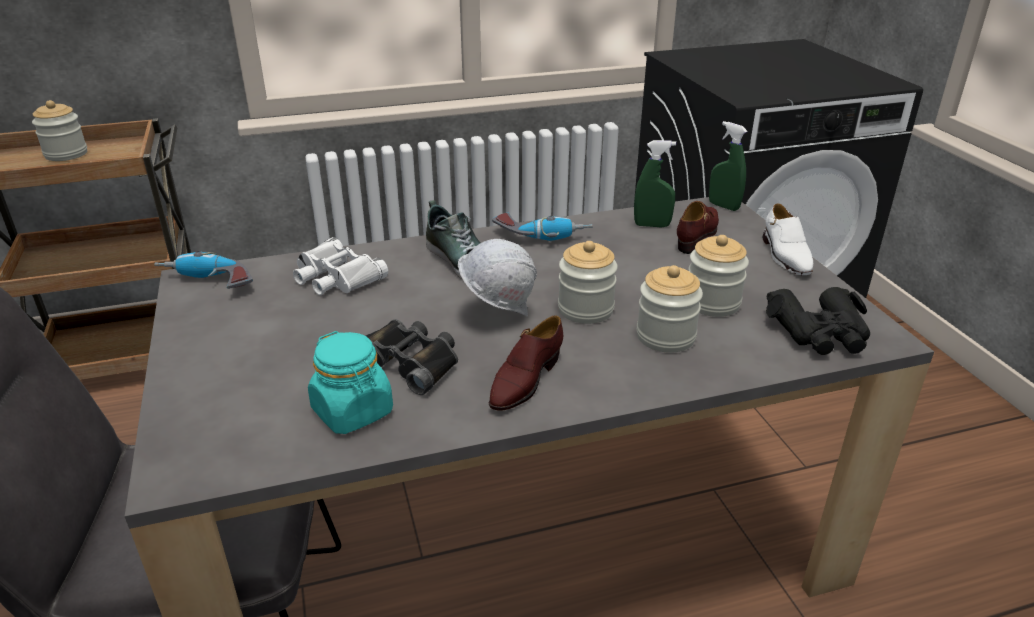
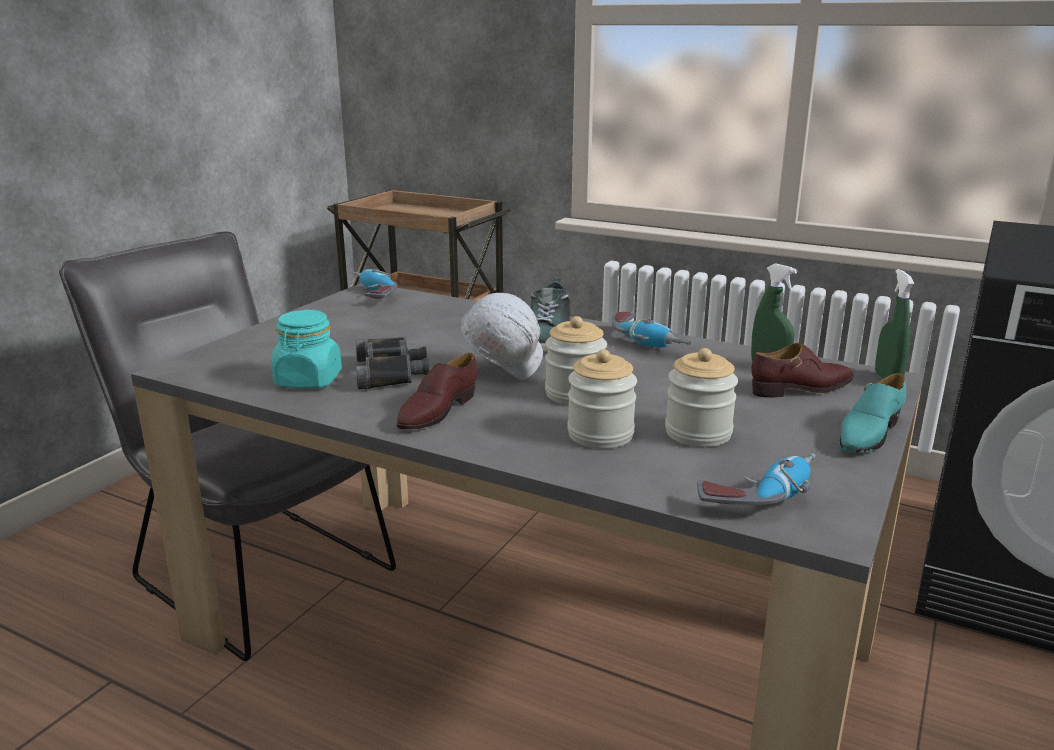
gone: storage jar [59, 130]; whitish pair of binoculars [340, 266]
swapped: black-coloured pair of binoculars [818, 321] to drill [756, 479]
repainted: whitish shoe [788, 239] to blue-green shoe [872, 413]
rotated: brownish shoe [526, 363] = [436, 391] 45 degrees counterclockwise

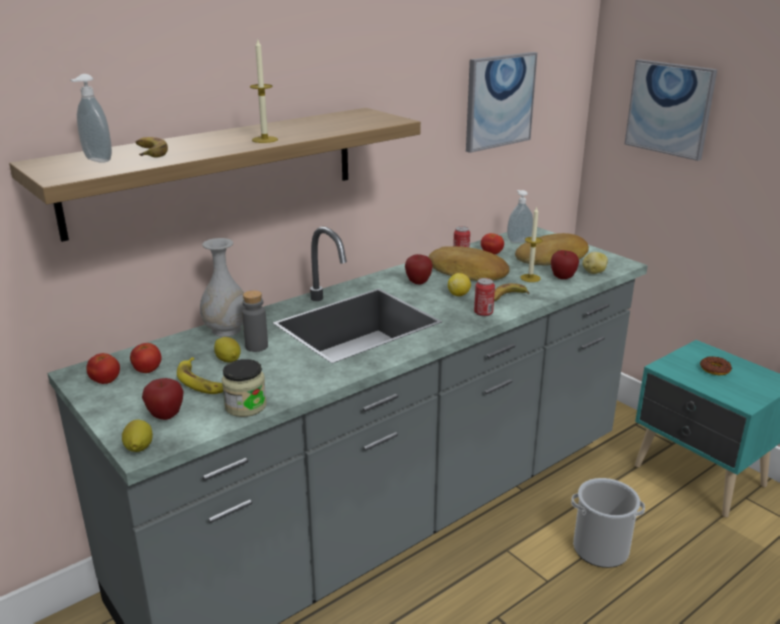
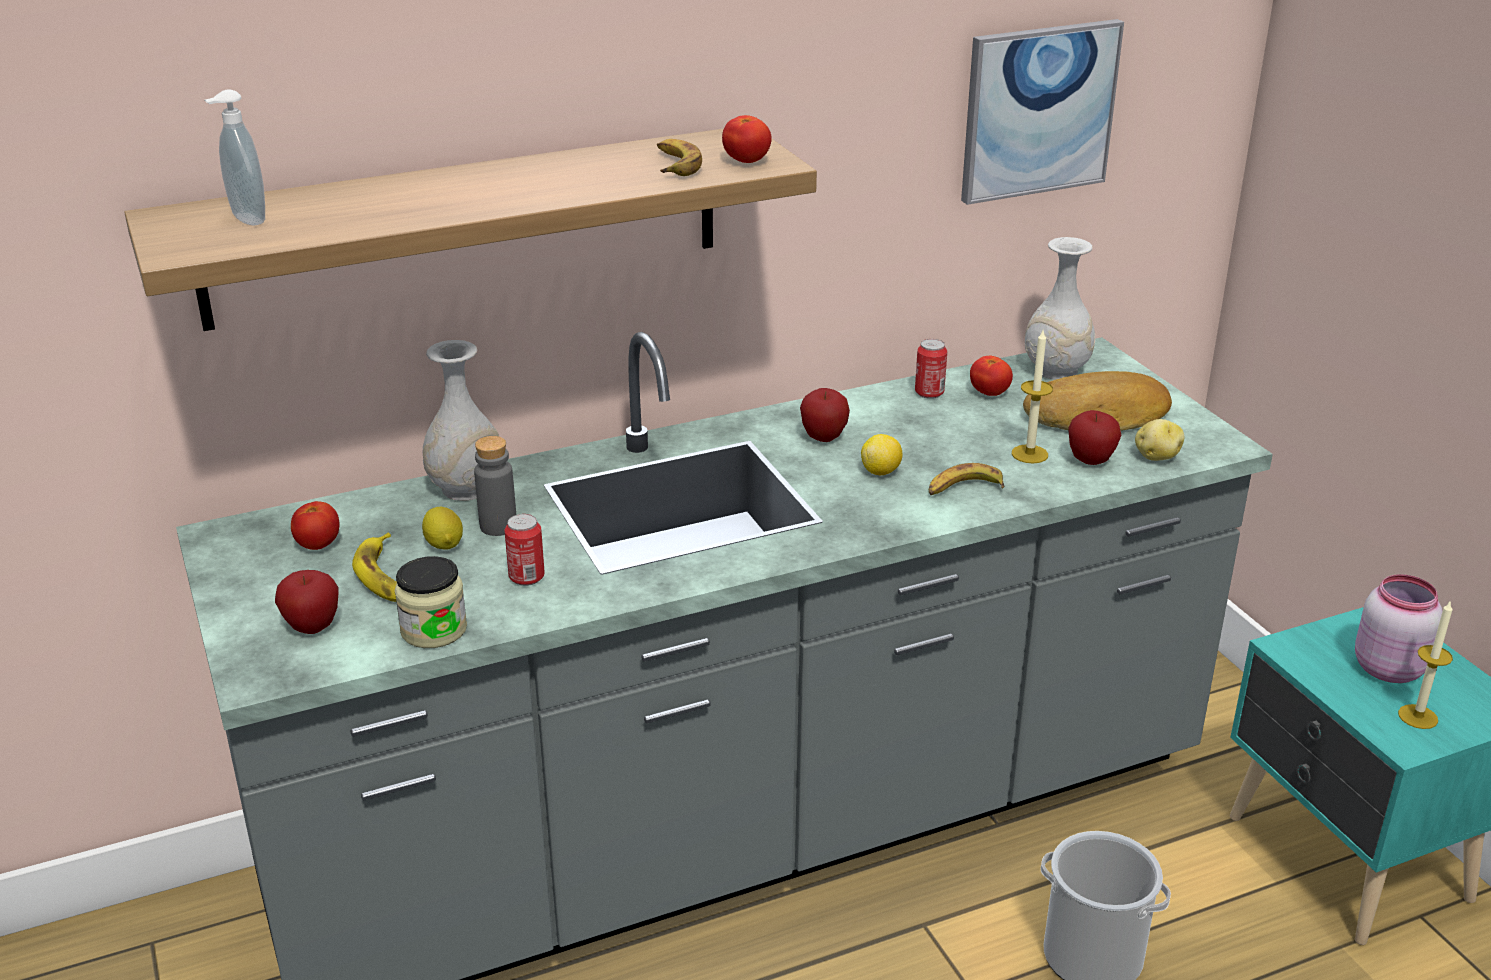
gone: citrus fruit [137, 436]; baked bread [469, 263]; wall picture [671, 110]
shifted: fresh tomato [103, 368] to [747, 139]; banana fruit [152, 147] to [679, 157]; candle [264, 91] to [1425, 664]; sealed can [484, 297] to [524, 550]
swapped: soap dispenser [520, 216] to whitish flower vase [1060, 308]; donut [716, 365] to pink-coloured storage jar [1399, 628]

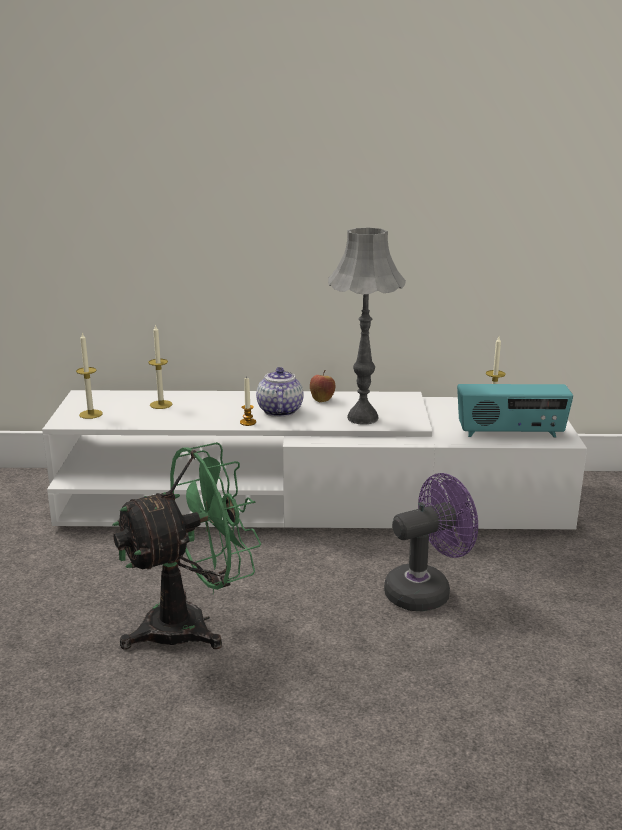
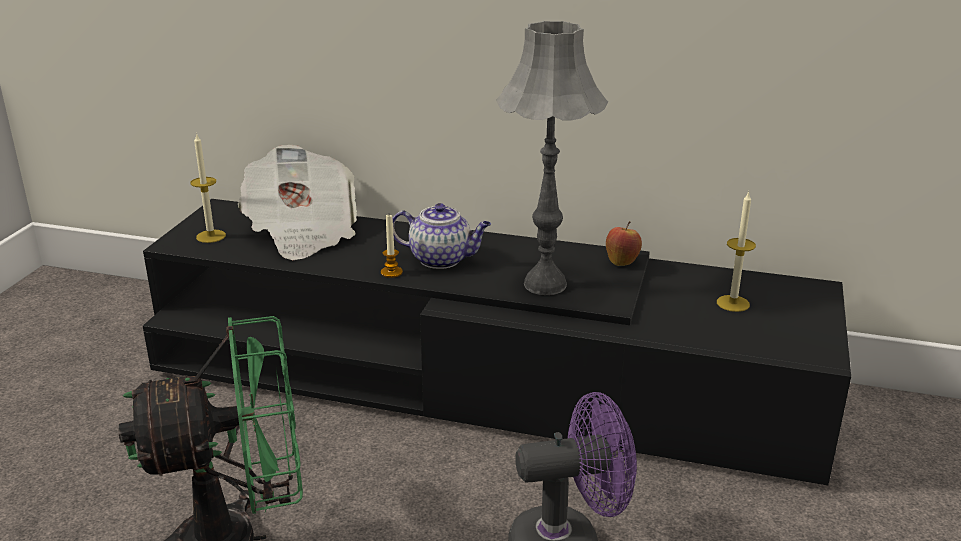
gone: radio [515, 410]
shifted: whole apple [322, 386] to [624, 243]
swapped: candle [160, 366] to printed paper [297, 202]
repainted: whitish tv stand [314, 459] to black-coloured tv stand [497, 342]
rotated: teapot [280, 392] = [441, 236] 90 degrees clockwise

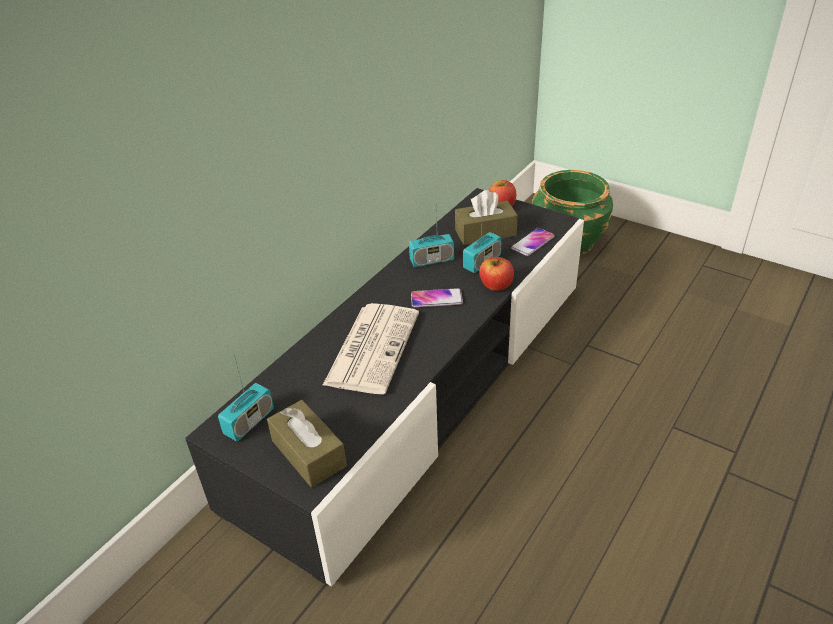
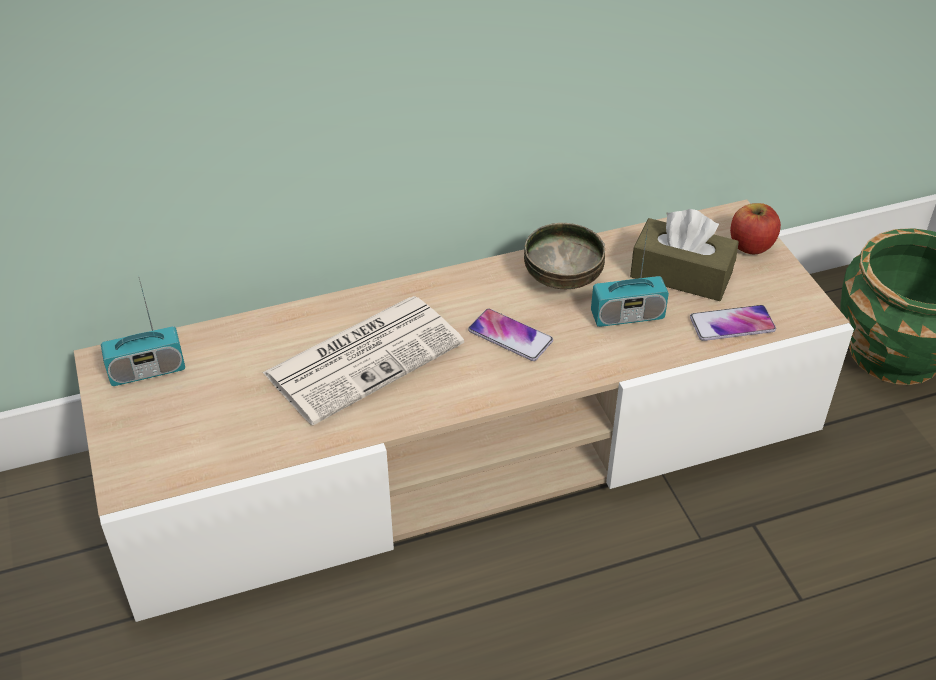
gone: brownish tissue holder [307, 444]; whole apple [496, 274]
swapped: radio [431, 237] to bowl [564, 256]
repainted: black-coloured tv stand [384, 387] to beige-coloured tv stand [464, 410]

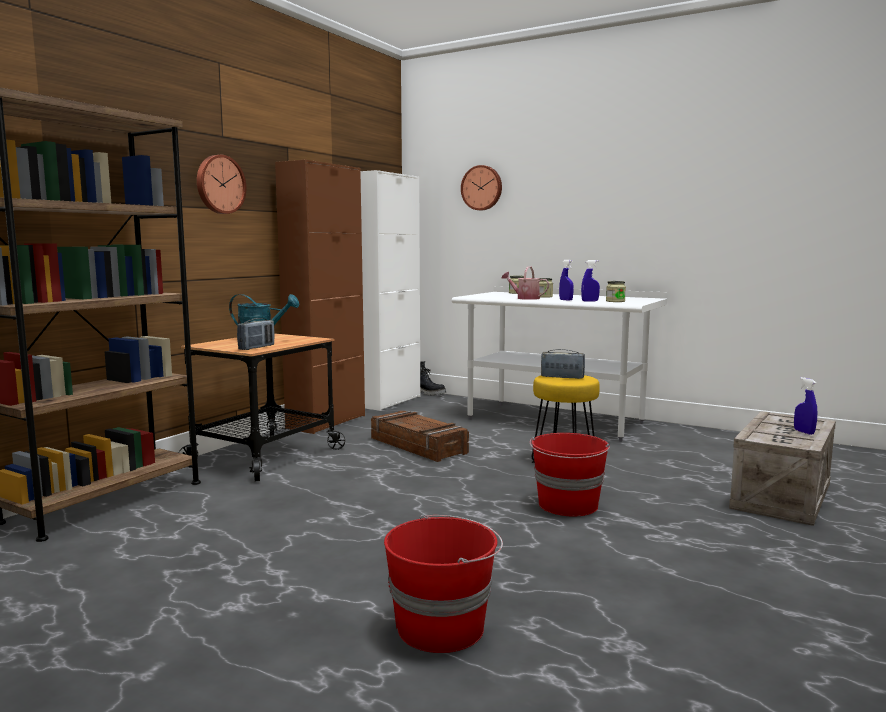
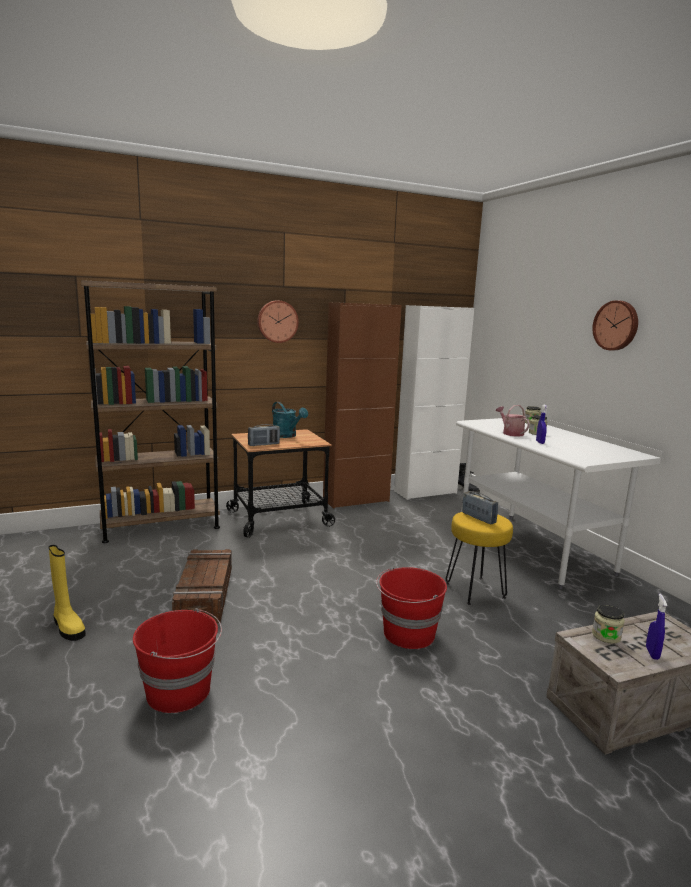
gone: blue-coloured spray bottle [590, 281]
new: yellowish high-top boot [67, 593]
shifted: crate [420, 436] to [202, 586]; clock on the wall [481, 188] to [615, 325]; storage jar [616, 291] to [608, 624]

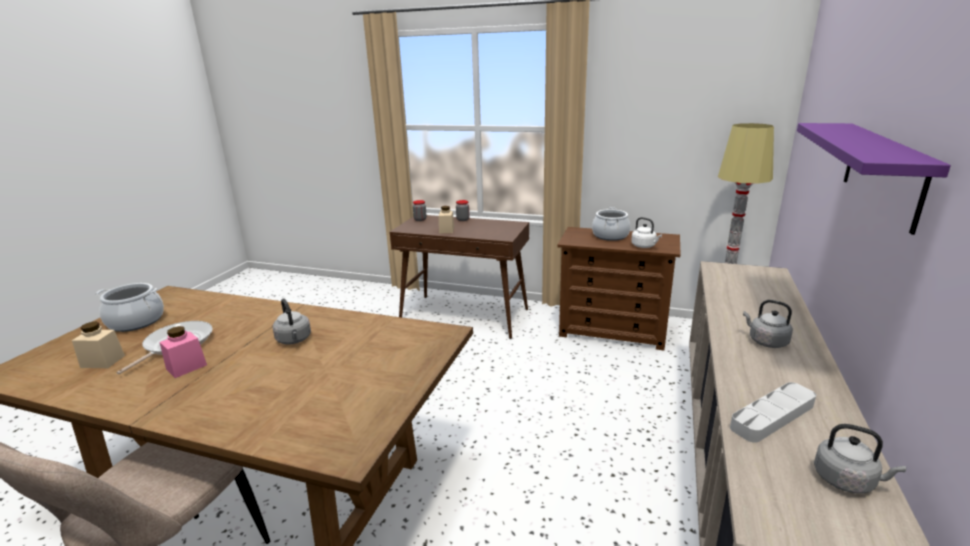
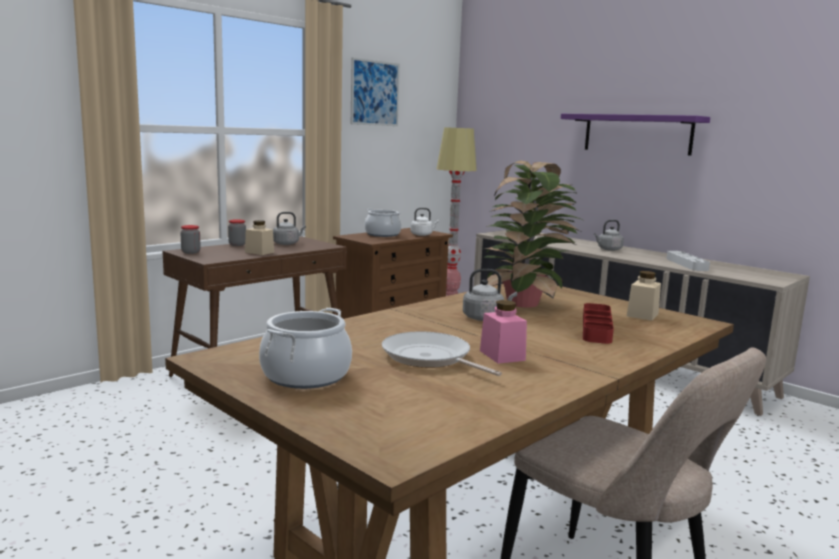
new: wall picture [375, 91]; houseplant [534, 234]; reddish carrying tray [598, 323]
shifted: beige-coloured storage jar [98, 344] to [644, 296]; grey tea kettle [860, 458] to [289, 228]

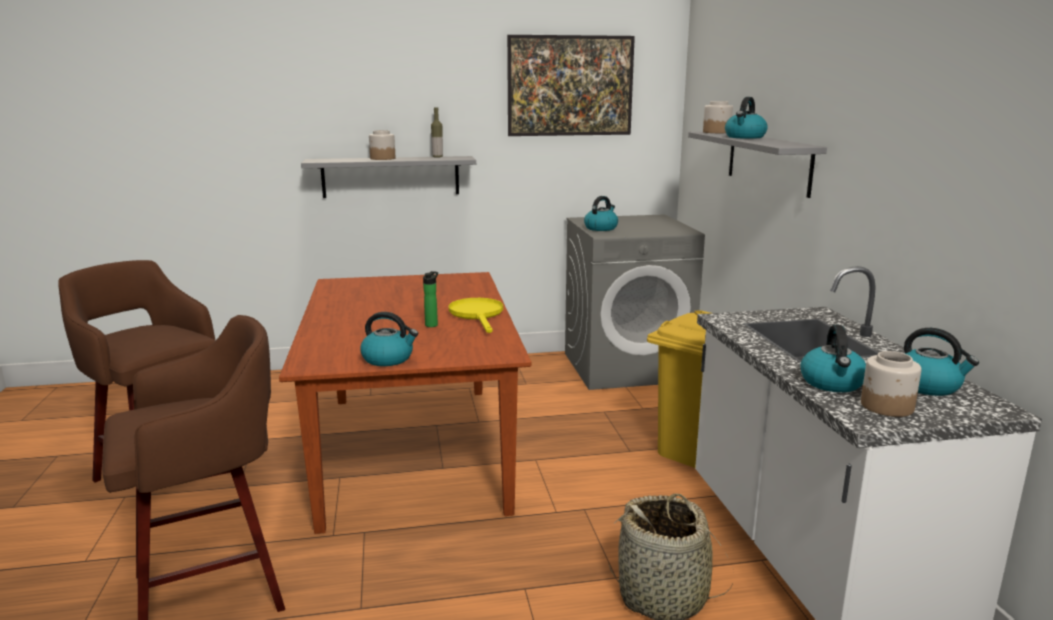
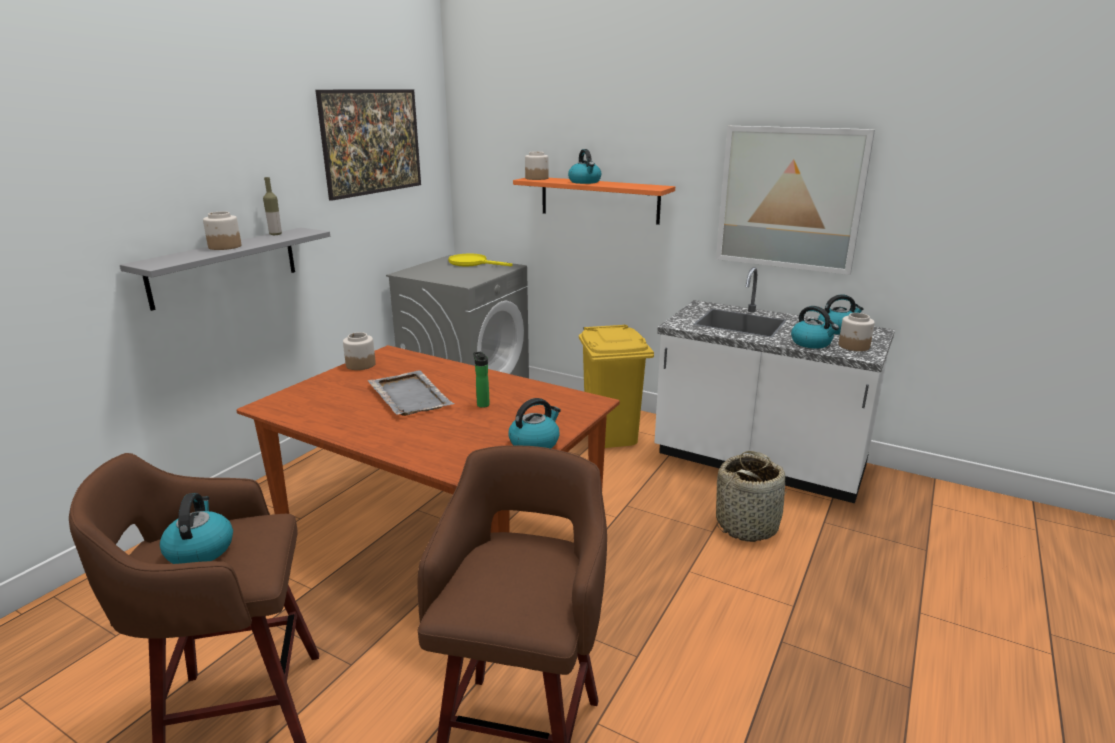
new: storage jar [359, 351]; grey carrying tray [411, 393]; wall picture [795, 200]
shifted: yellowish skillet [476, 315] to [480, 260]; tea kettle [601, 213] to [196, 528]
repainted: grey bracket shelf [757, 165] to orange bracket shelf [594, 201]

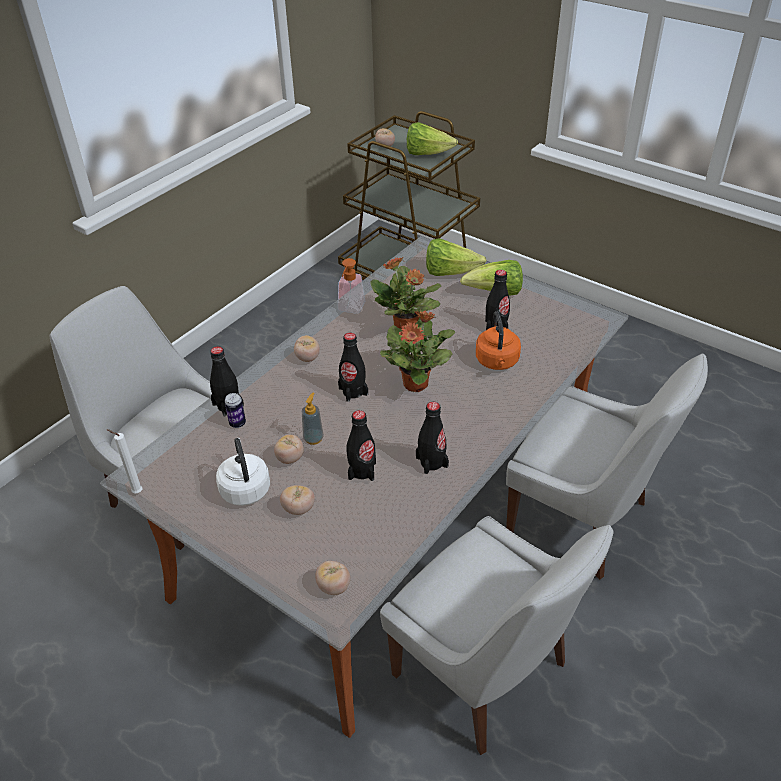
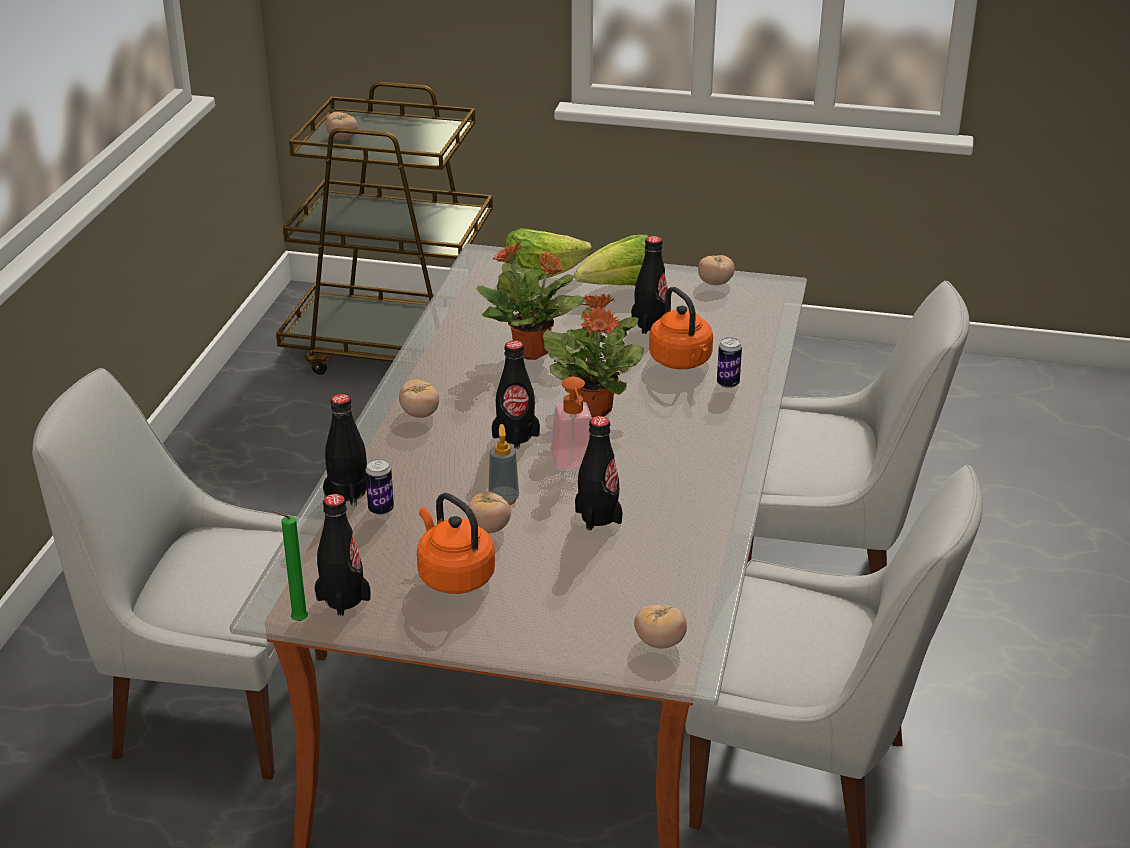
gone: lettuce [432, 138]
new: sealed can [729, 362]
shifted: fresh tomato [297, 500] to [716, 270]; soap dispenser [351, 286] to [571, 424]; black-coloured drink bottle [432, 438] to [343, 555]
repainted: whitish candle [124, 461] to green-coloured candle [290, 566]; whitish tea kettle [243, 472] to orange tea kettle [456, 543]

